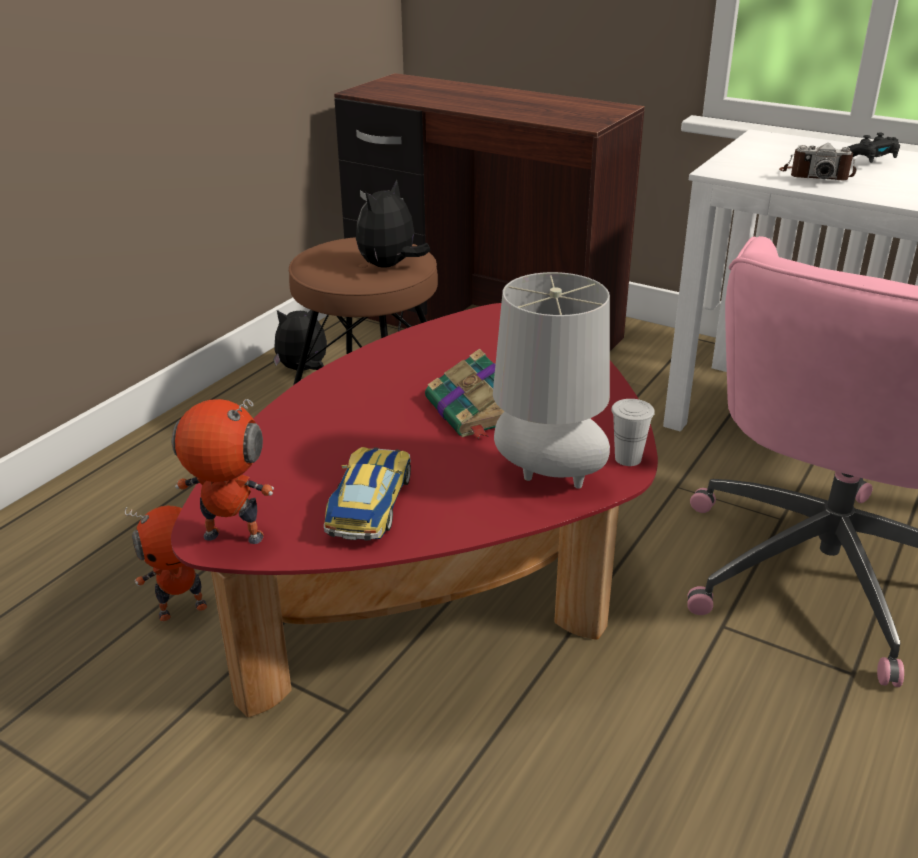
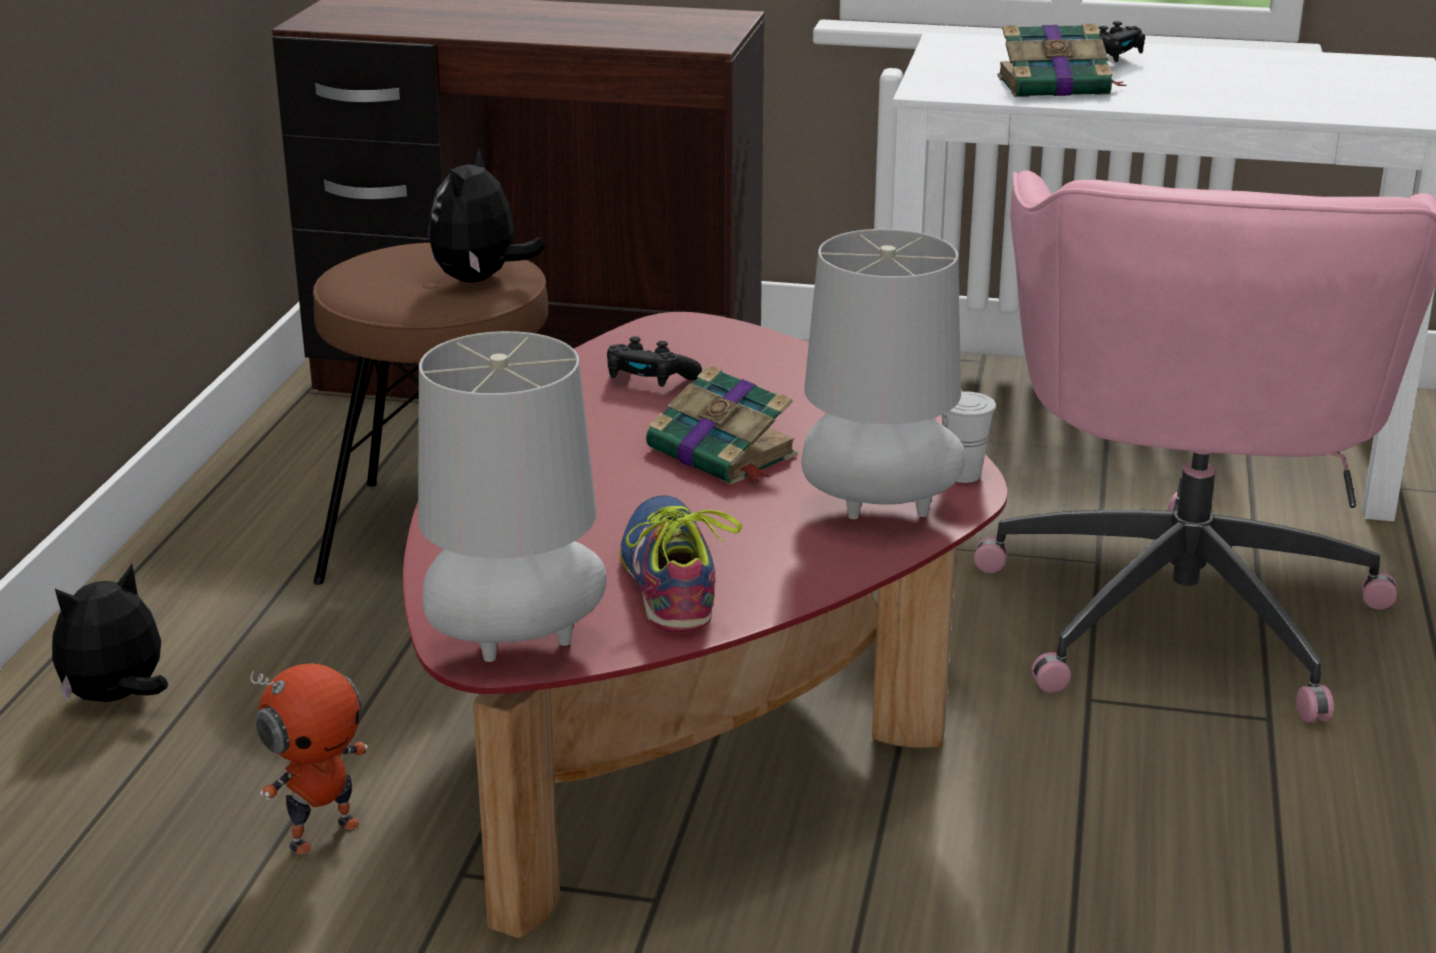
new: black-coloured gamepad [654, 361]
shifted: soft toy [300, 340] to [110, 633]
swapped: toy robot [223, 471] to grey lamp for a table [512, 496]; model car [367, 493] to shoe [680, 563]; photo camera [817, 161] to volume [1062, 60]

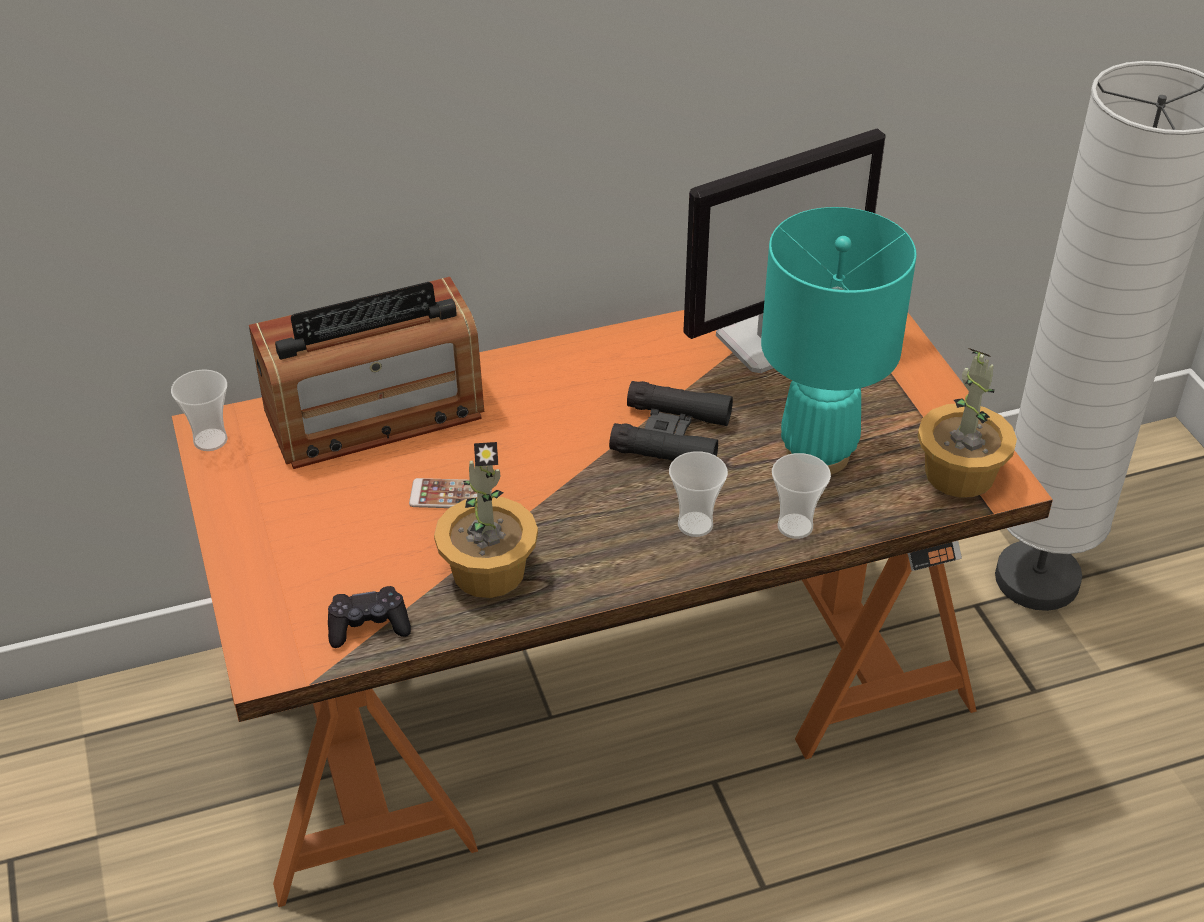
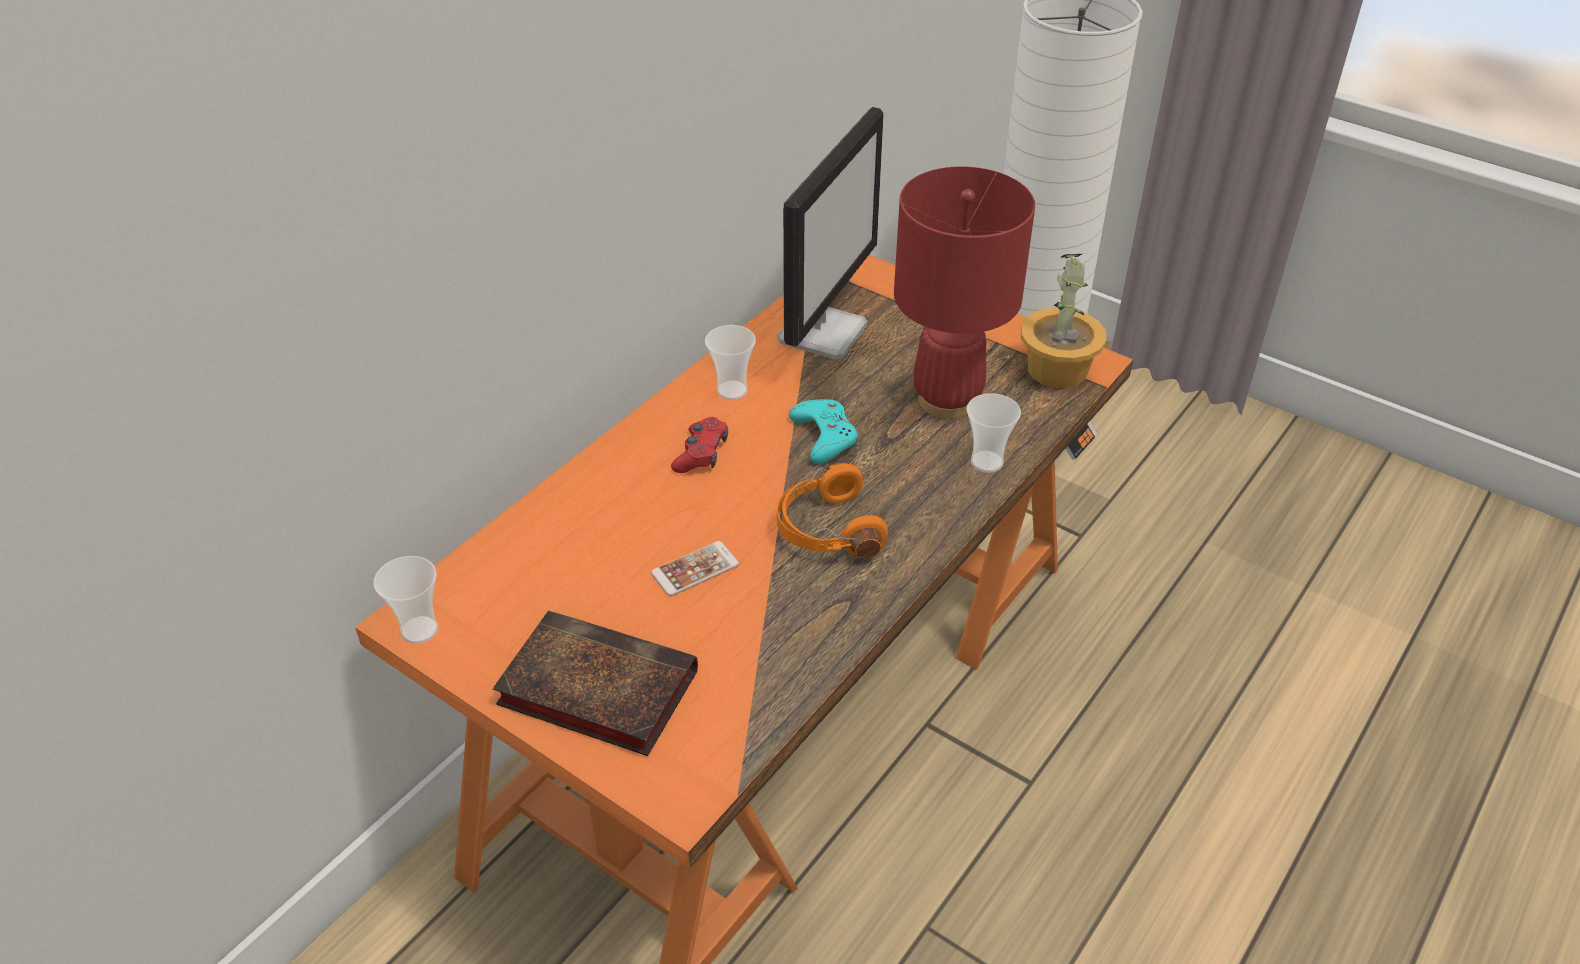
gone: radio [366, 373]; black-coloured gamepad [369, 617]; houseplant [486, 520]
new: volume [595, 683]; reddish gamepad [699, 445]; orange headphones [832, 510]
shifted: cup [698, 494] to [730, 362]
swapped: black-coloured pair of binoculars [671, 421] to blue-green gamepad [823, 431]
repainted: blue-green lamp for a table [839, 341] to reddish lamp for a table [964, 292]

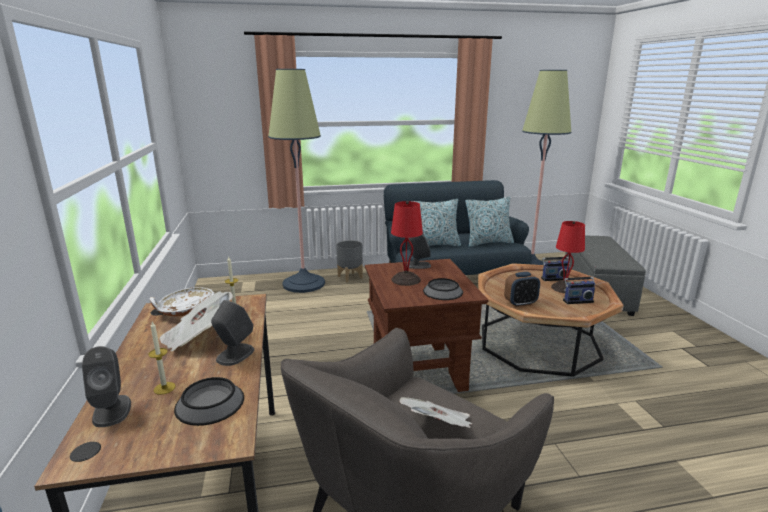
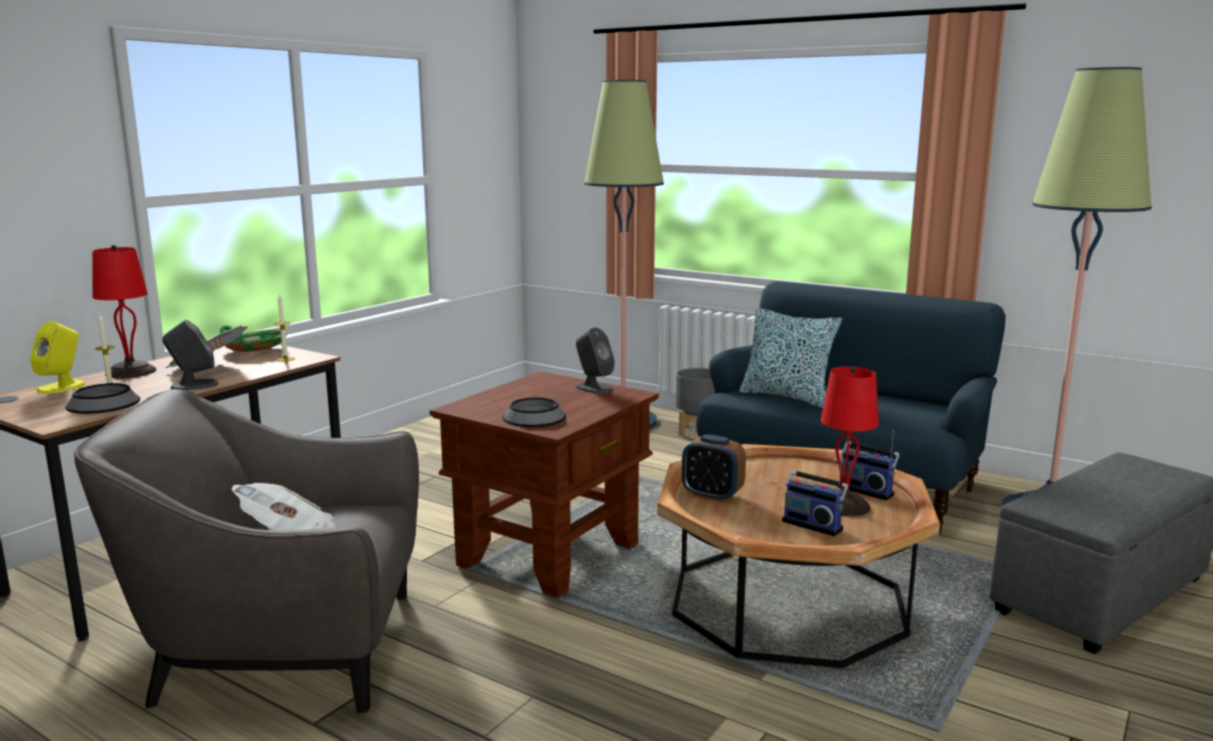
gone: throw pillow [489, 222]
shifted: reddish lamp for a table [407, 243] to [124, 312]
repainted: grey loudspeaker [106, 386] to yellowish loudspeaker [58, 357]; whitish bowl [182, 301] to green-coloured bowl [253, 338]

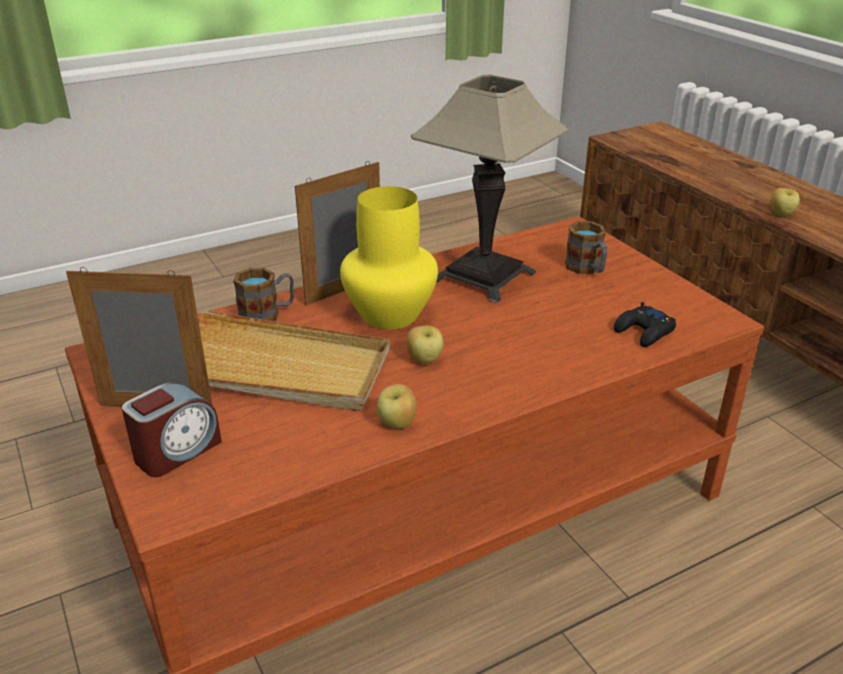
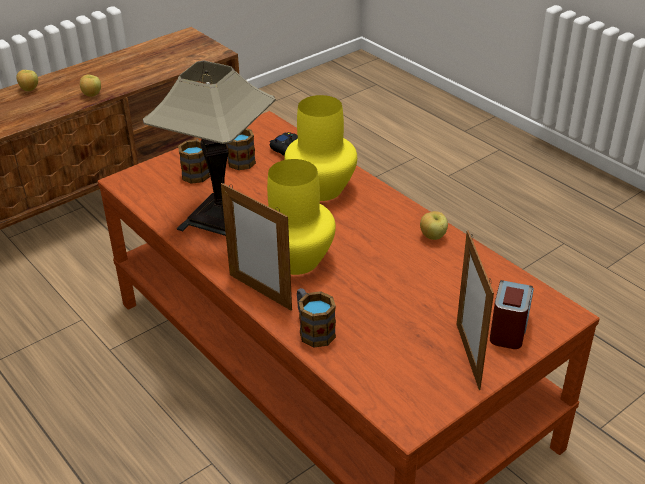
gone: beige-coloured carrying tray [294, 360]
new: mug [241, 149]; yellowish flower vase [320, 148]
shifted: whole apple [424, 344] to [27, 80]
rotated: bedside clock [172, 429] = [512, 314] 75 degrees clockwise

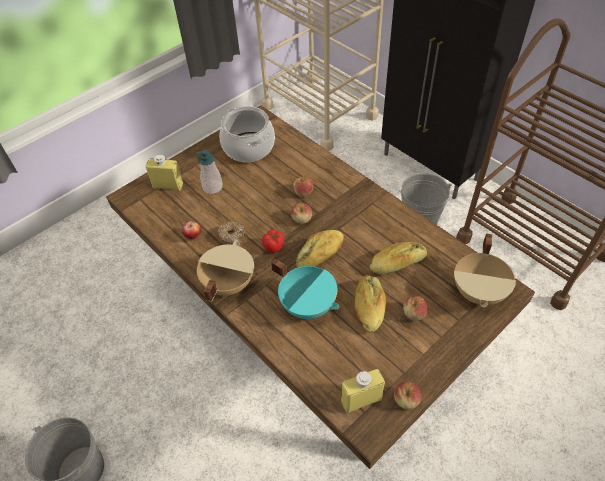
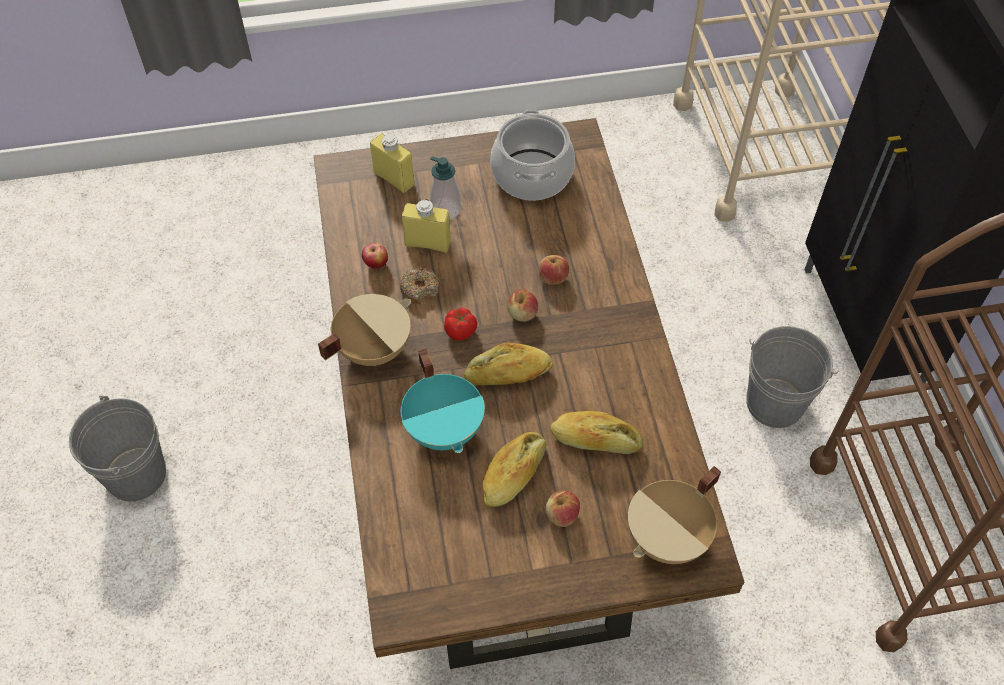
gone: whole apple [407, 395]
shifted: yellowish drink bottle [363, 391] to [426, 226]

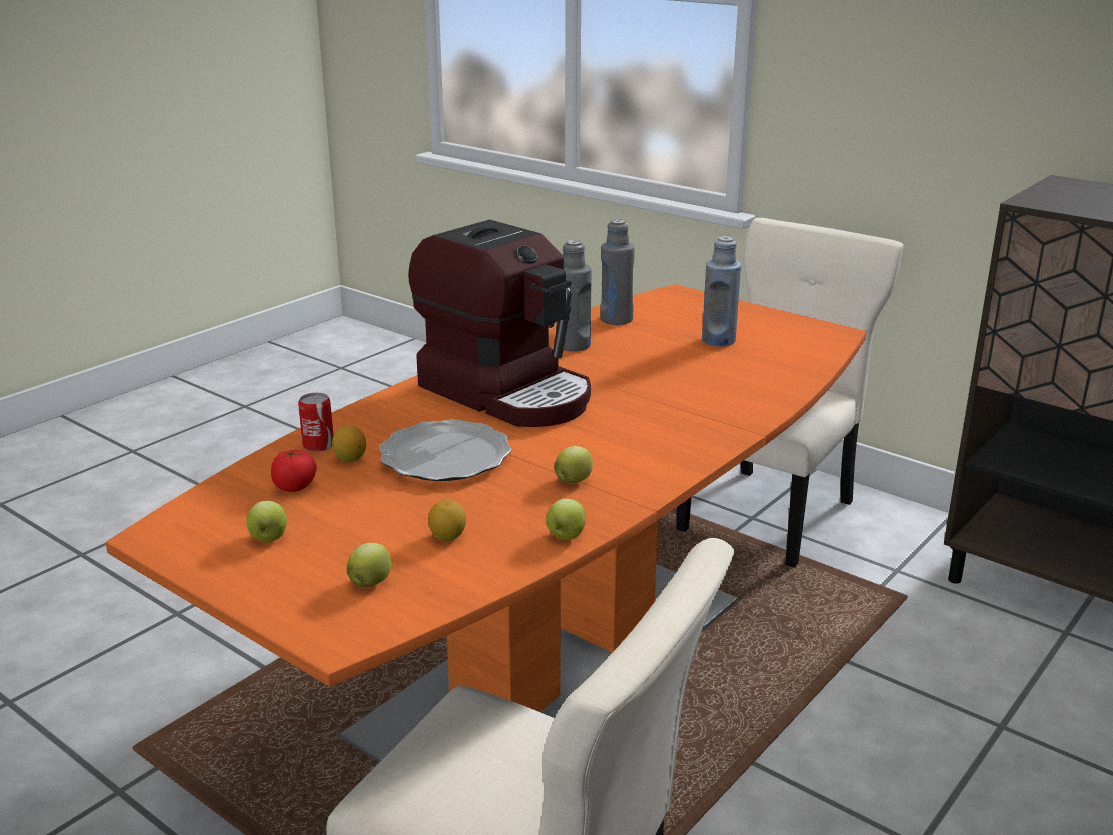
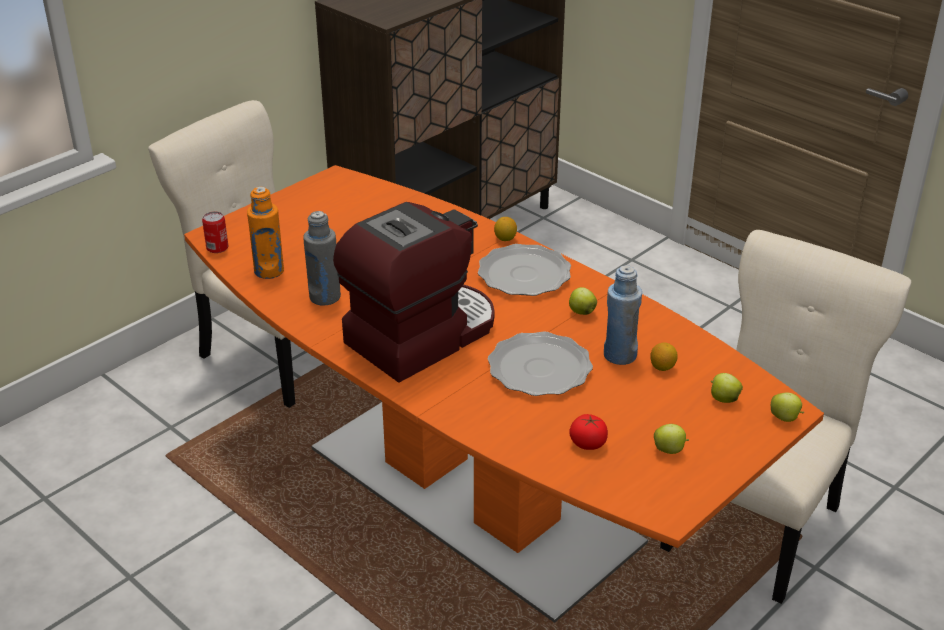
new: dinner plate [524, 270]
shifted: sealed can [316, 422] to [215, 232]; citrus fruit [349, 443] to [505, 229]; whole apple [566, 519] to [787, 407]; blue-coloured drink bottle [721, 291] to [623, 315]
repainted: grey drink bottle [617, 272] to orange drink bottle [265, 232]

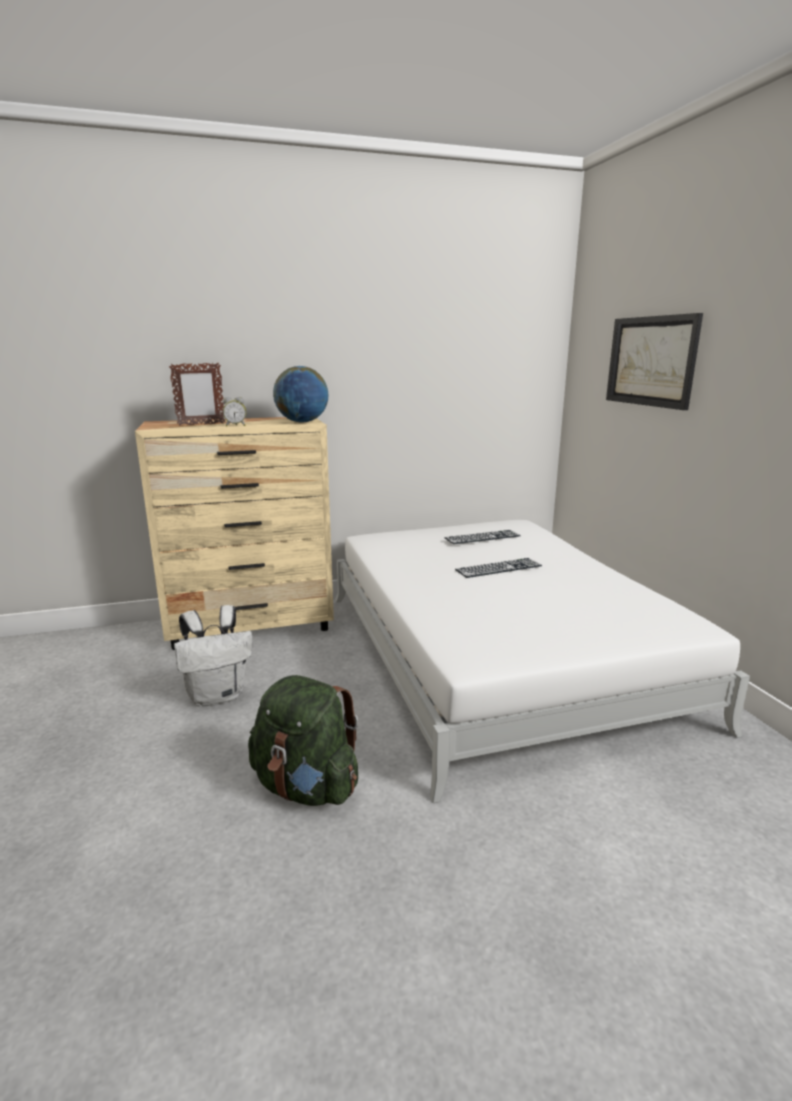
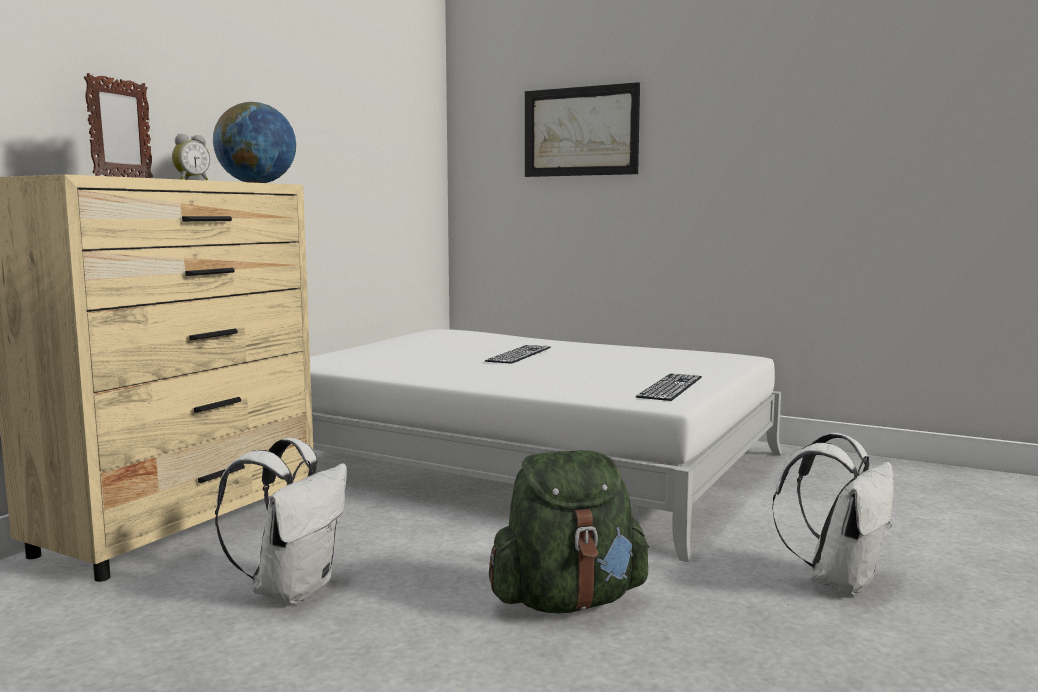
new: whitish knapsack [833, 514]
shifted: keyboard [482, 537] to [669, 387]

